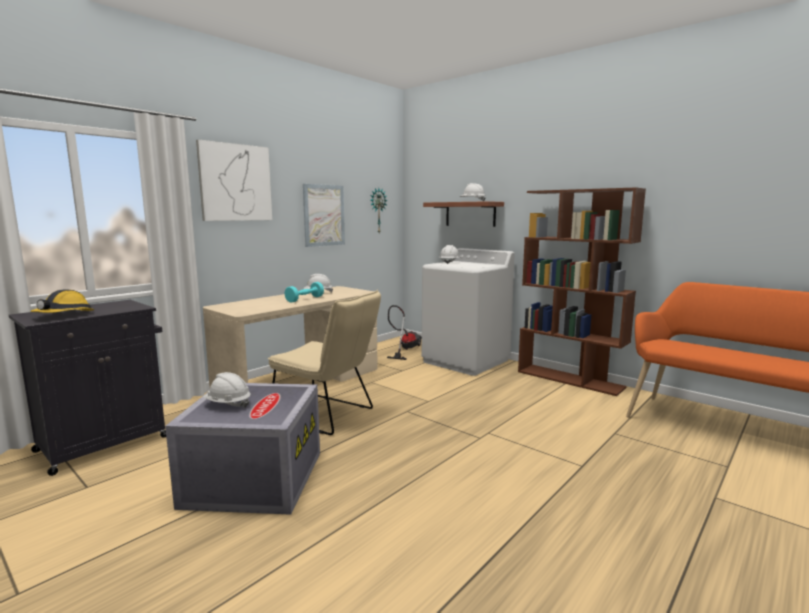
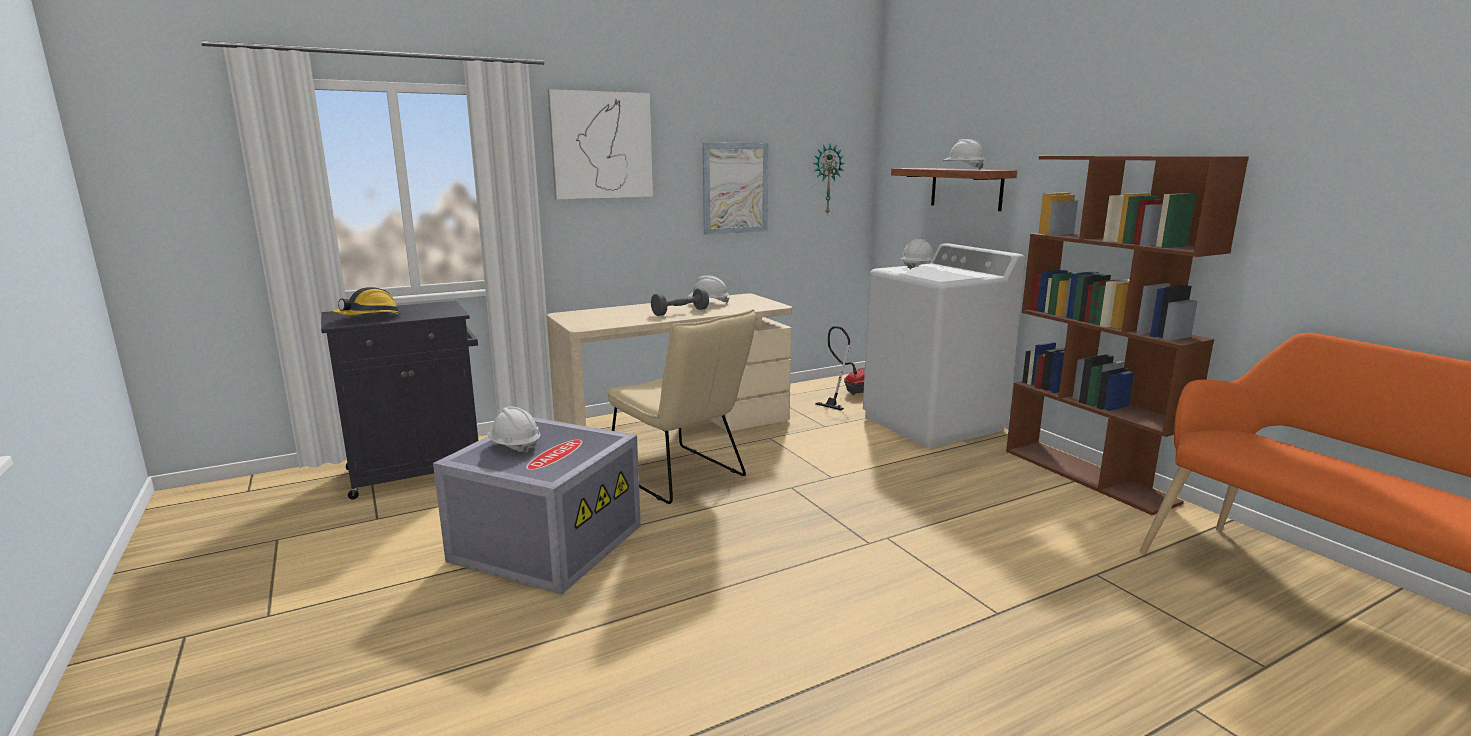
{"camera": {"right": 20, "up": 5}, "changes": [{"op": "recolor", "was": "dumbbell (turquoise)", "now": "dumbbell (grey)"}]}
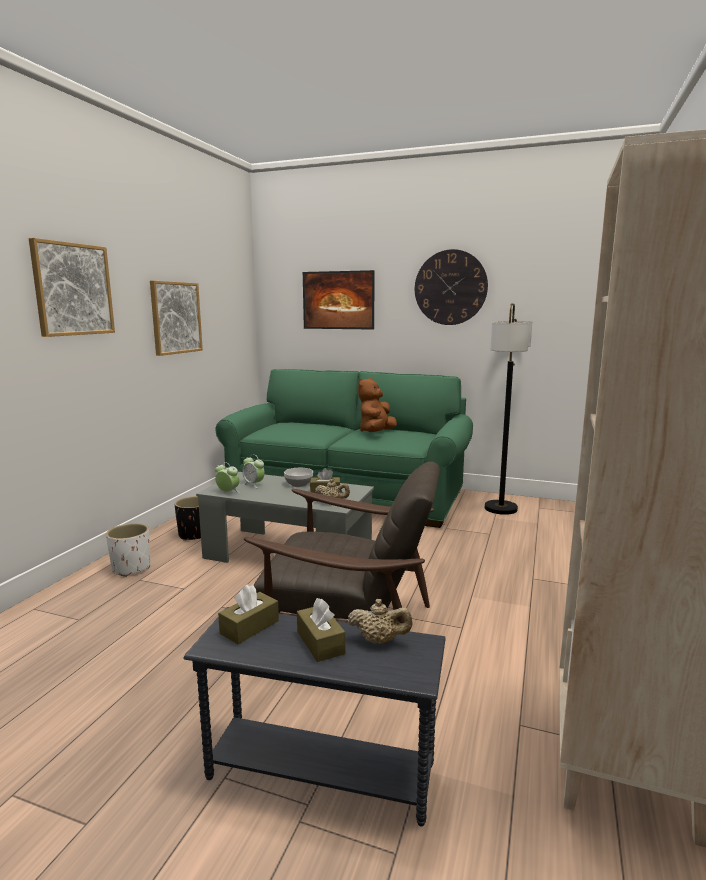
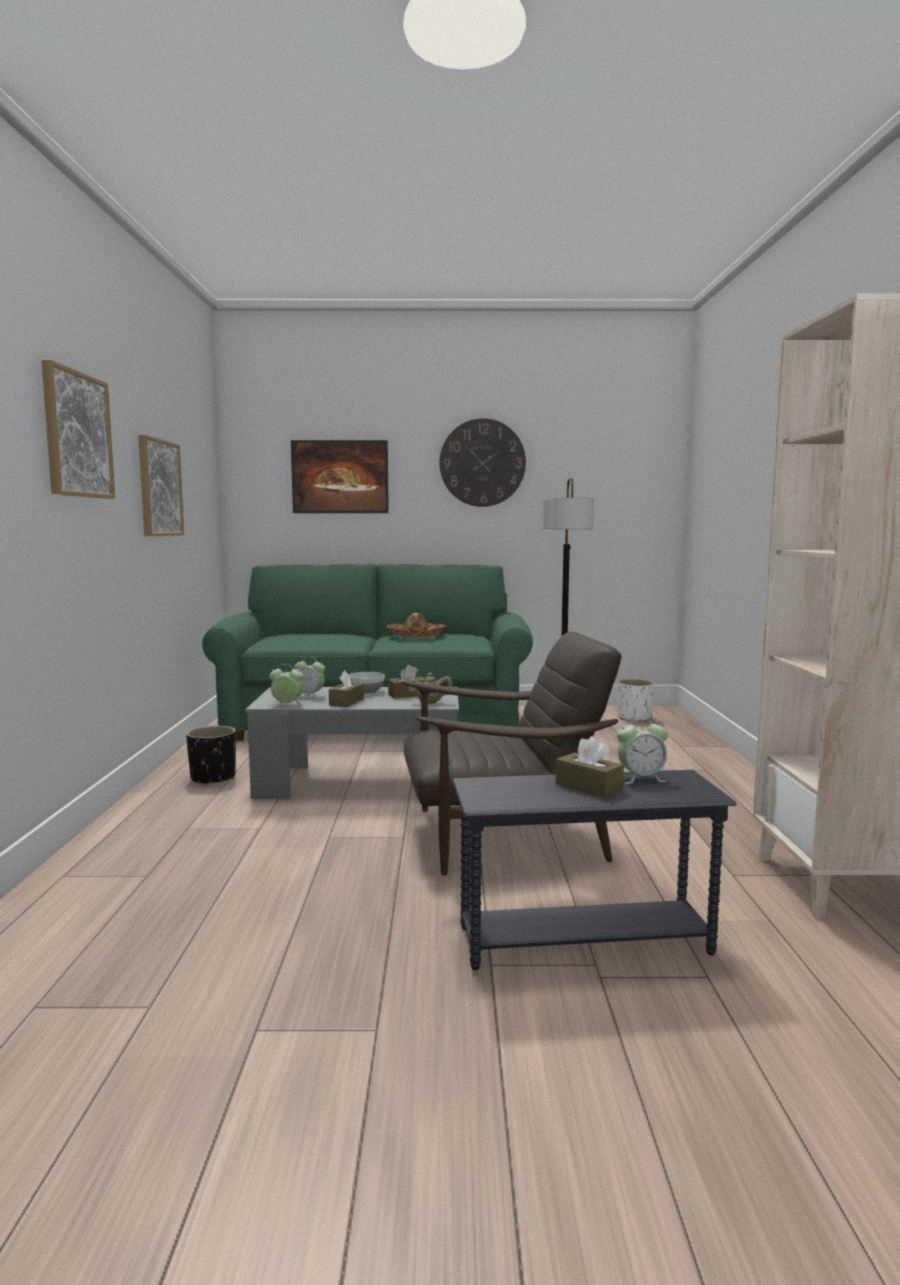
{"camera": {"right": -20, "up": -5}, "changes": [{"op": "move", "was": "tissue box (brown) (1st from left)"}, {"op": "replace", "was": "plush toy (brown)", "now": "hat"}, {"op": "move", "was": "planter (white)"}, {"op": "replace", "was": "teapot (beige) (2nd from left)", "now": "alarm clock (3rd from left)"}]}
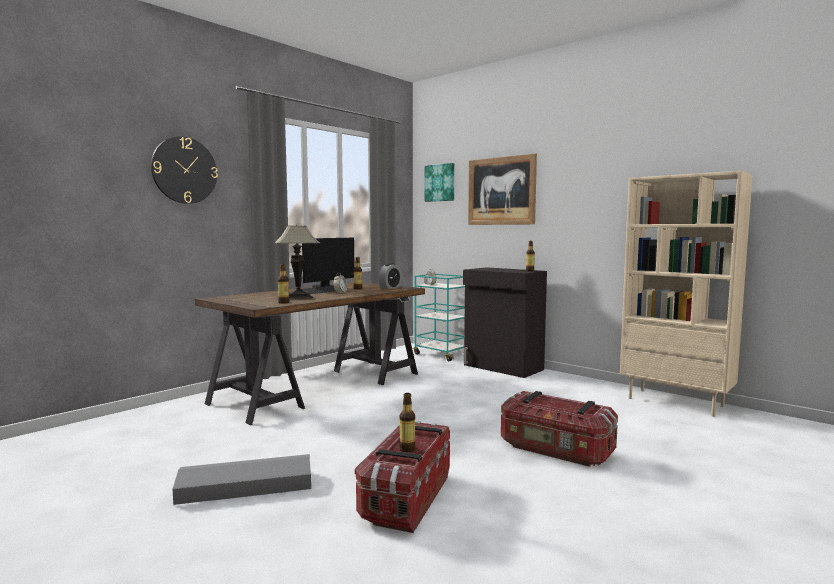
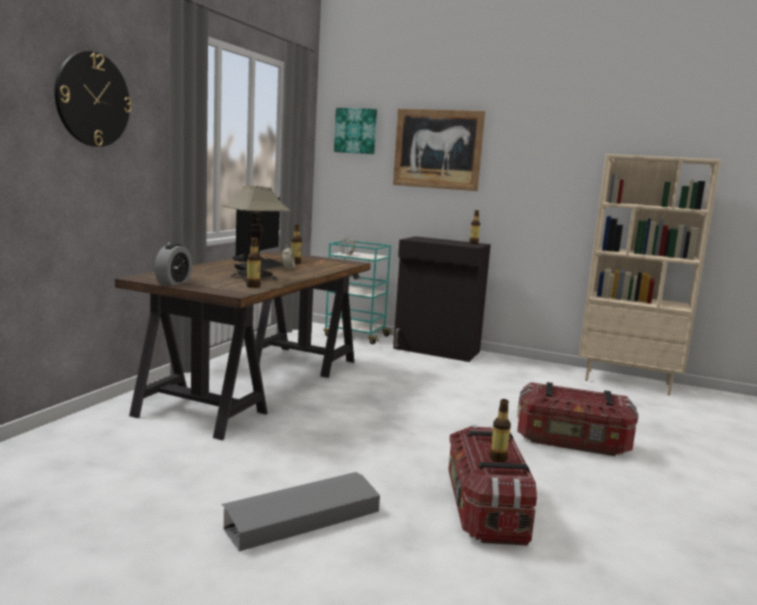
{"camera": {"right": -20, "up": 5}, "changes": [{"op": "move", "was": "alarm clock (2nd from left in the first image)", "now": "alarm clock (1st from left)"}]}
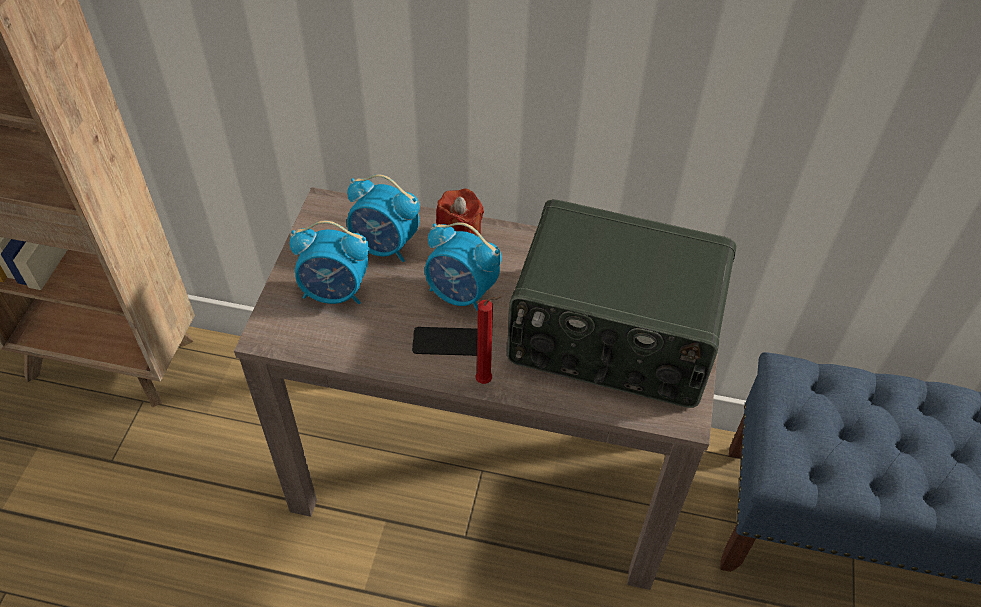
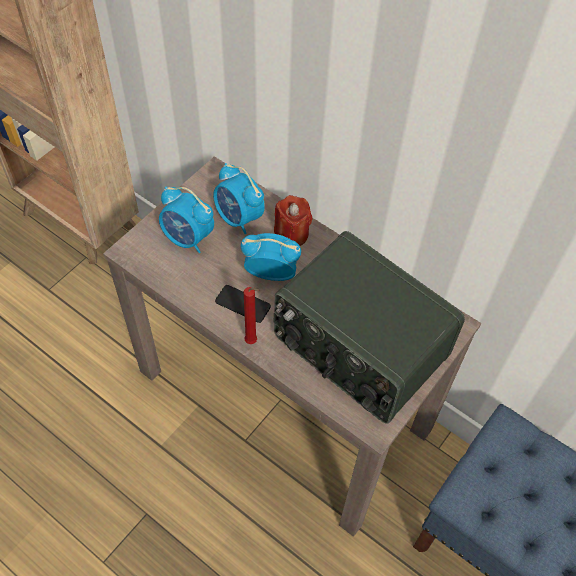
{"camera": {"right": 25, "up": 5}, "changes": [{"op": "rotate", "was": "alarm clock (3rd from left)", "clockwise": 135}]}
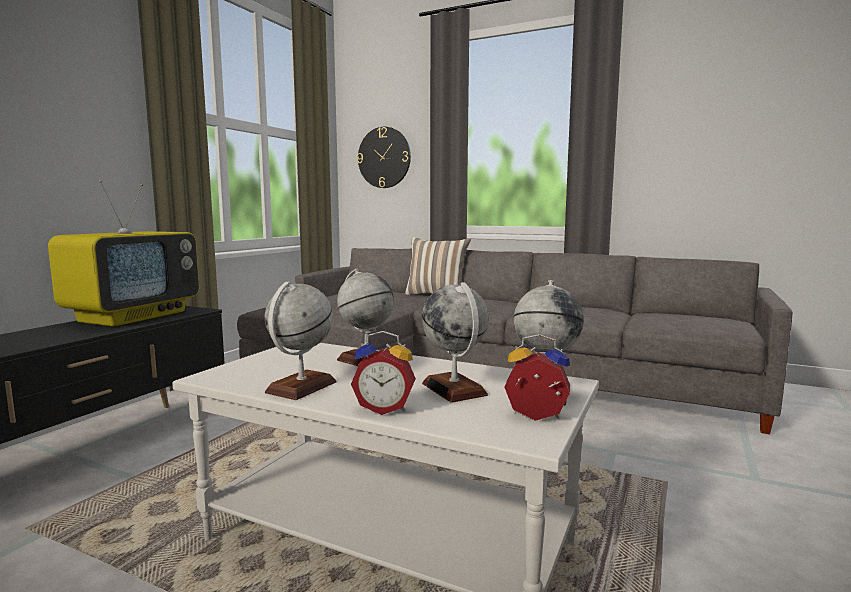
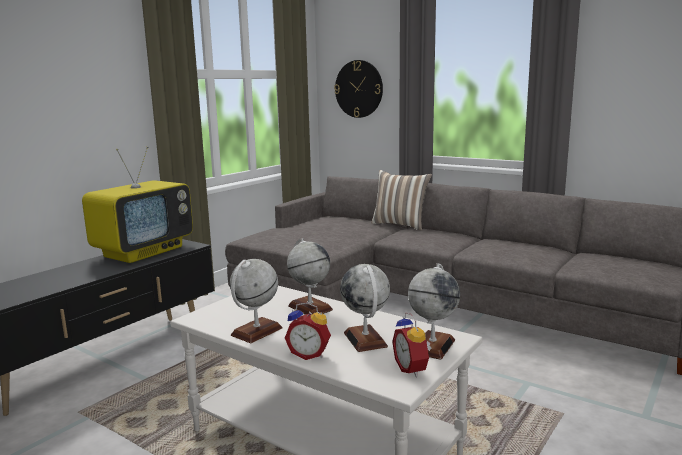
{"camera": {"right": 10, "up": 5}, "changes": [{"op": "rotate", "was": "alarm clock (2nd from left)", "clockwise": -135}]}
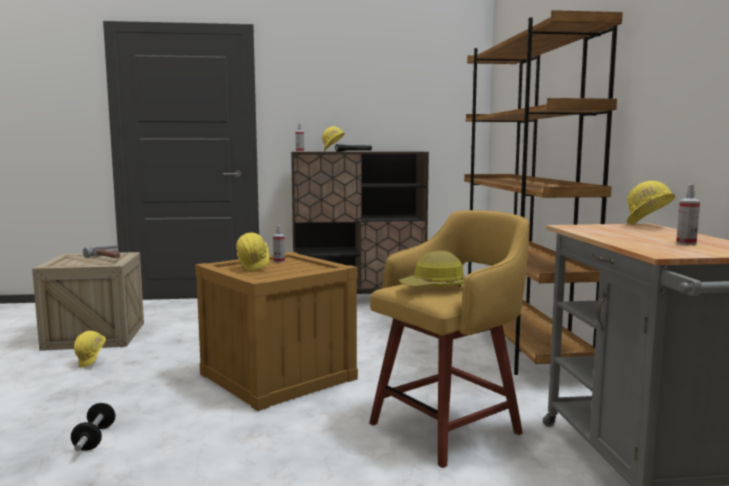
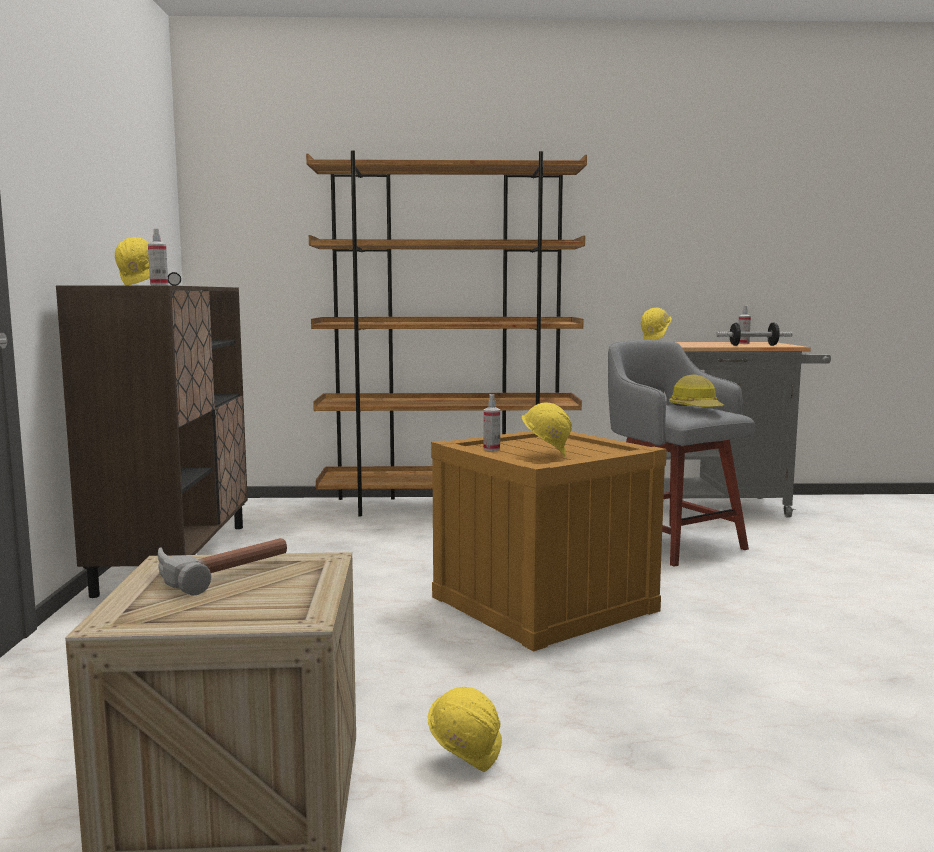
{"camera": {"right": -85, "up": 0}, "changes": [{"op": "recolor", "was": "stool (yellow)", "now": "stool (grey)"}, {"op": "move", "was": "dumbbell"}]}
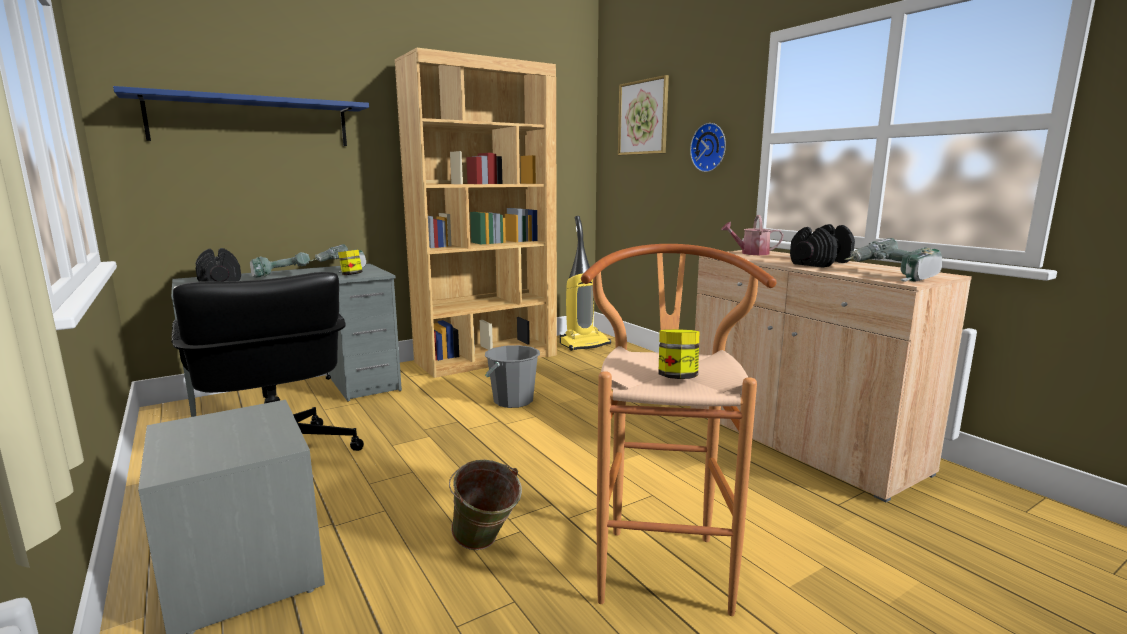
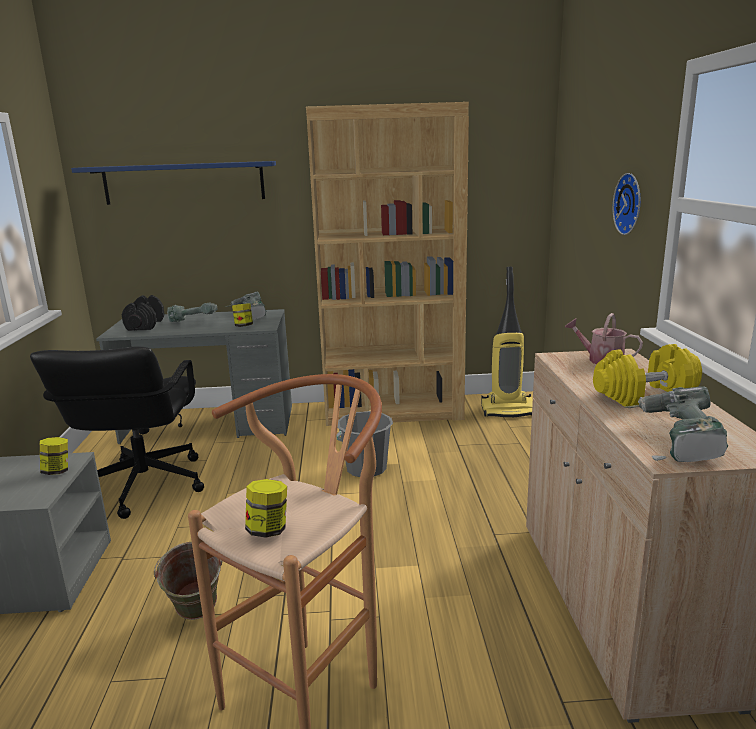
{"camera": {"right": 30, "up": 5}, "changes": [{"op": "insert", "now": "jar (1st from left)"}, {"op": "recolor", "was": "dumbbell (black) (2nd from left)", "now": "dumbbell (yellow)"}, {"op": "delete", "was": "picture"}]}
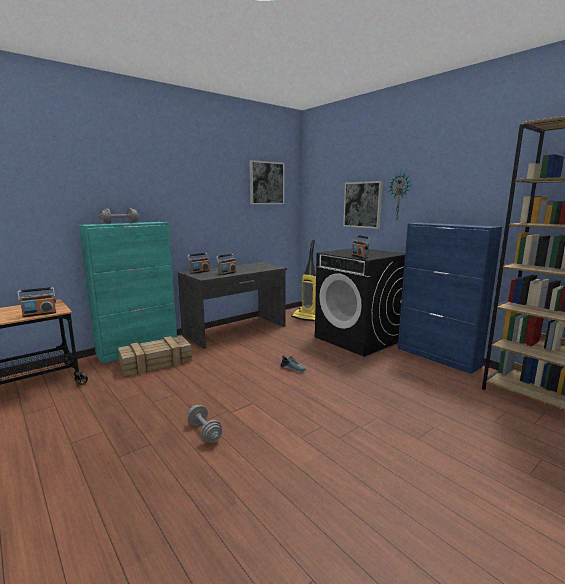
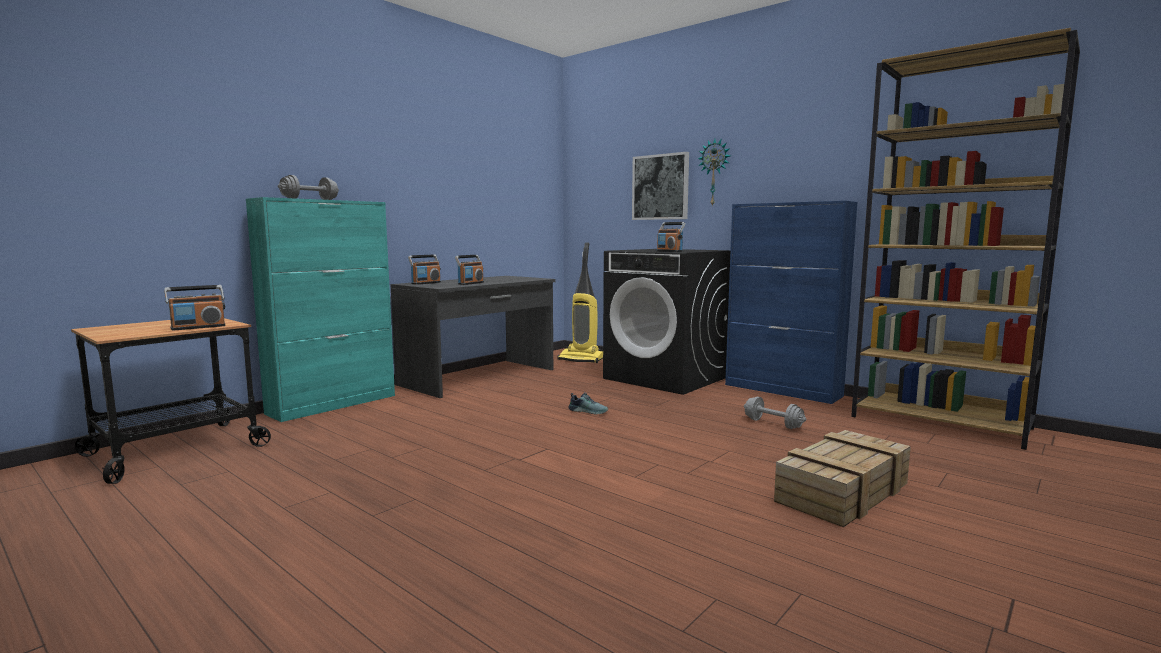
{"camera": {"right": -10, "up": -5}, "changes": [{"op": "move", "was": "dumbbell (grey) (2nd from left)"}, {"op": "move", "was": "crate"}, {"op": "delete", "was": "picture (1st from left)"}]}
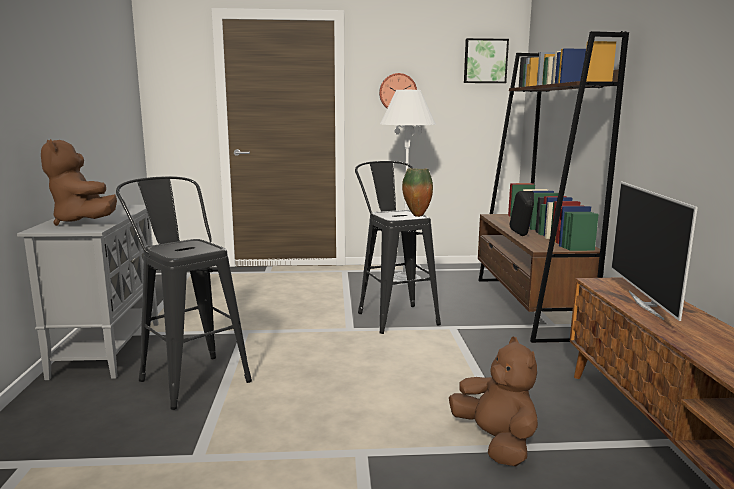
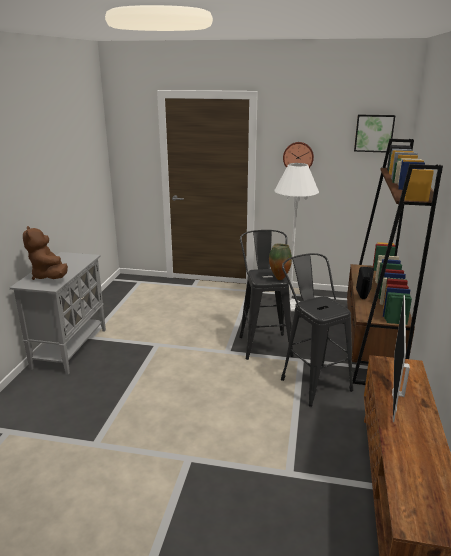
{"camera": {"right": 15, "up": 10}, "changes": [{"op": "move", "was": "stool (black) (1st from left in the first image)", "now": "stool (black) (2nd from left)"}, {"op": "delete", "was": "plush toy (brown) (2nd from left)"}]}
